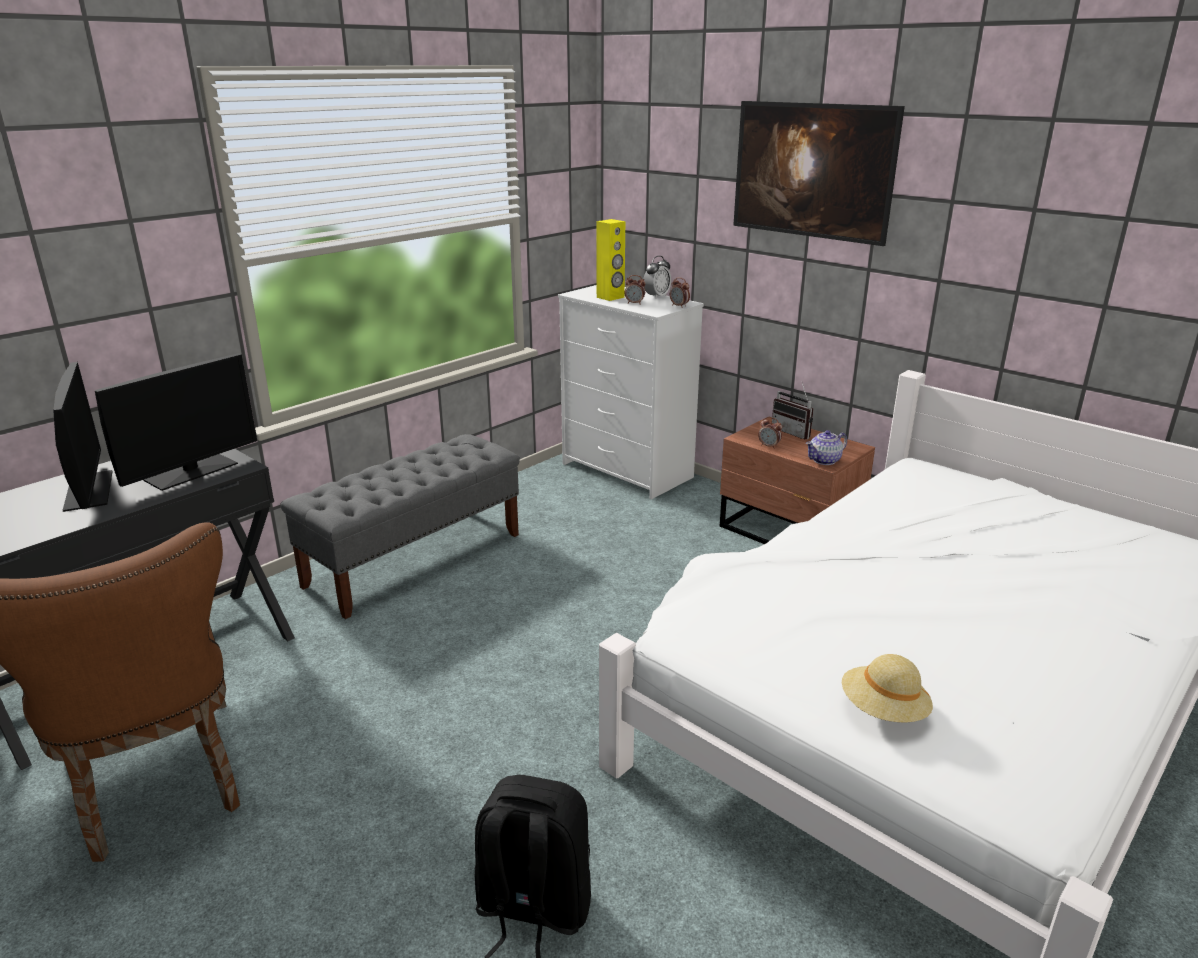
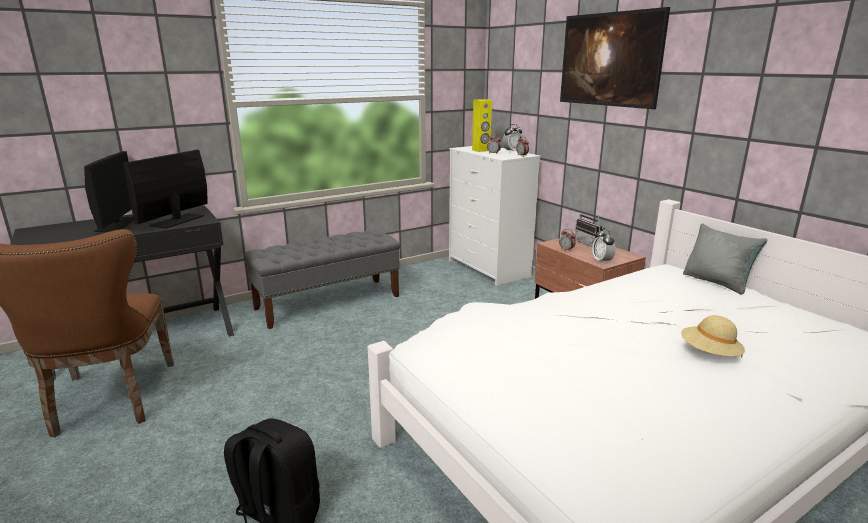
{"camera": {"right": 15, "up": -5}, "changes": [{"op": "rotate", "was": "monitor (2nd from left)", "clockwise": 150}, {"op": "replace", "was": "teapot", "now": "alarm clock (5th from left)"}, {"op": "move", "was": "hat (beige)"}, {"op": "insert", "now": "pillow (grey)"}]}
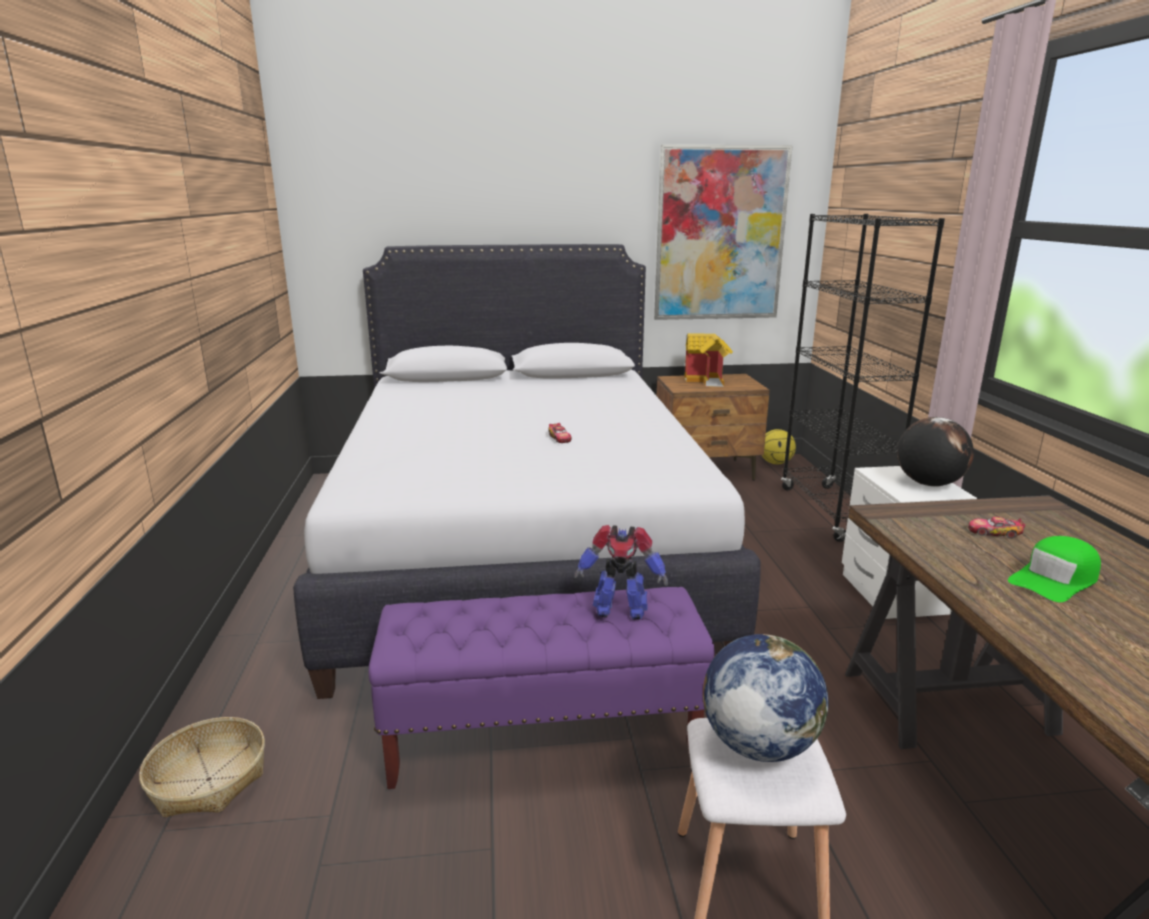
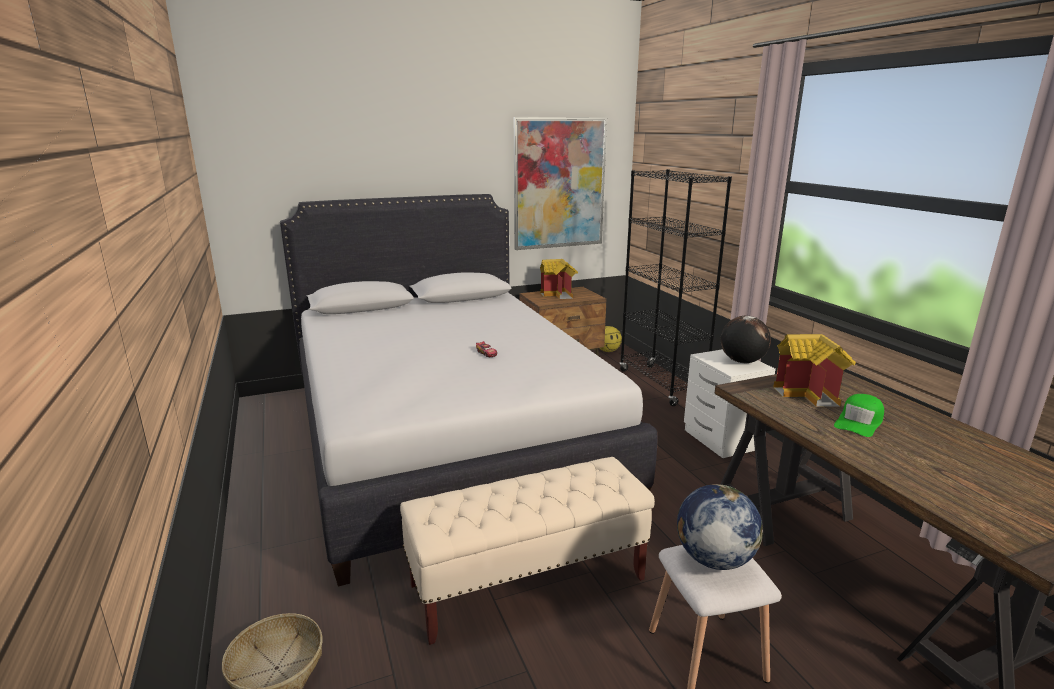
{"camera": {"right": -15, "up": 0}, "changes": [{"op": "recolor", "was": "bench (purple)", "now": "bench (beige)"}, {"op": "replace", "was": "toy car (2nd from left)", "now": "toy house (2nd from left)"}, {"op": "delete", "was": "toy robot"}]}
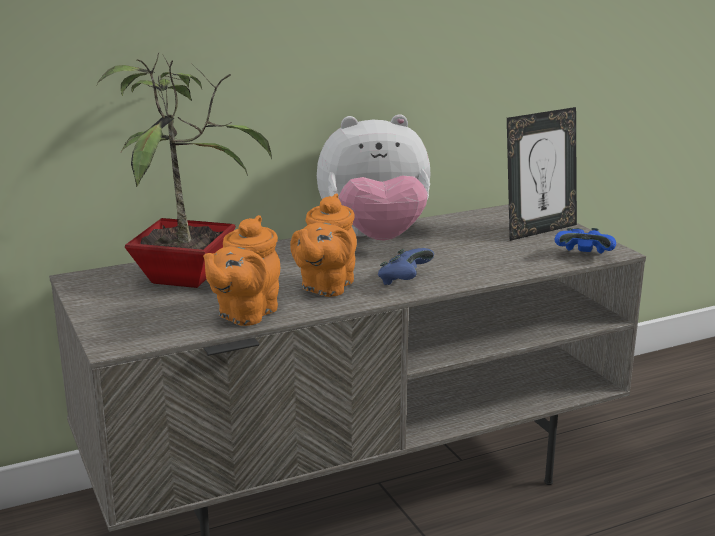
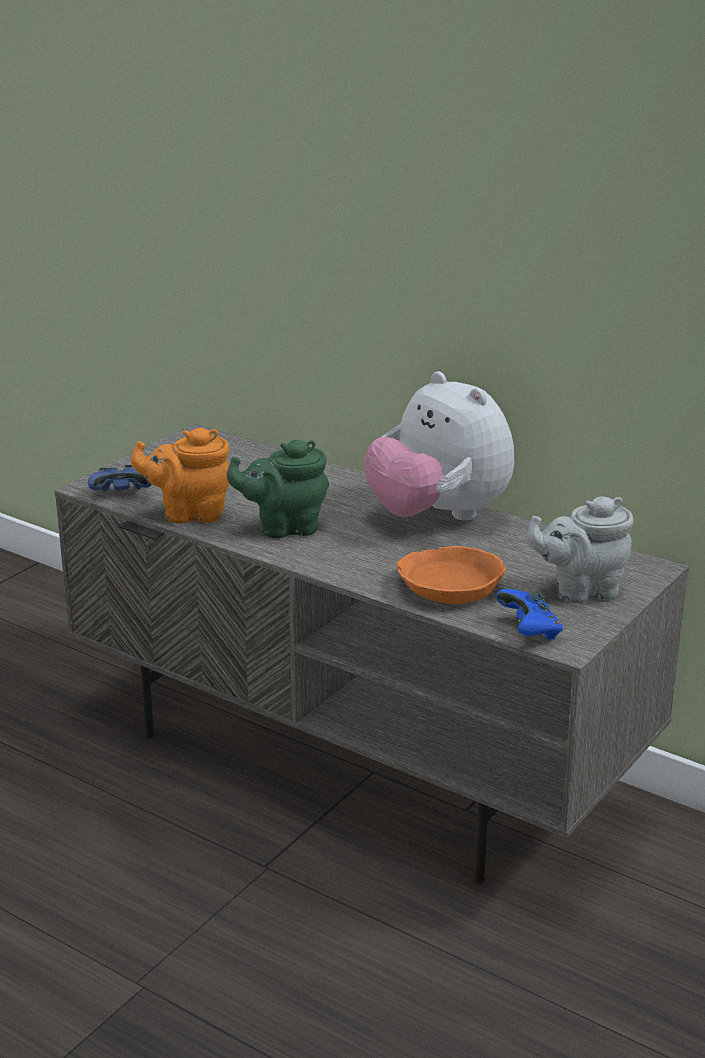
{"camera": {"right": 60, "up": 5}, "changes": [{"op": "move", "was": "game controller (blue) (1st from left)"}, {"op": "recolor", "was": "teapot (orange) (2nd from left)", "now": "teapot (green)"}, {"op": "insert", "now": "bowl (orange)"}, {"op": "replace", "was": "picture frame", "now": "teapot (grey)"}, {"op": "delete", "was": "potted plant"}]}
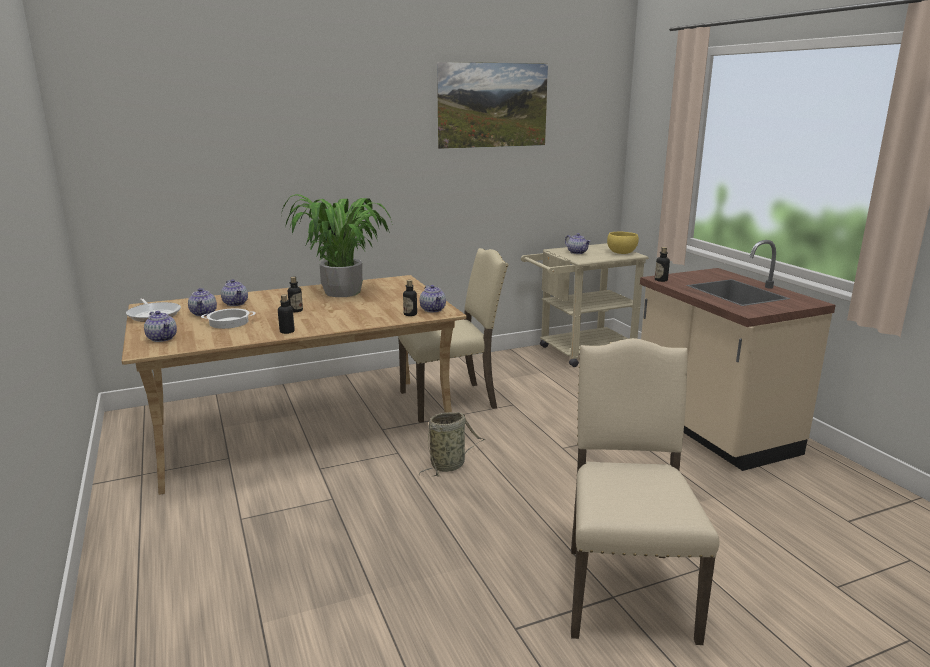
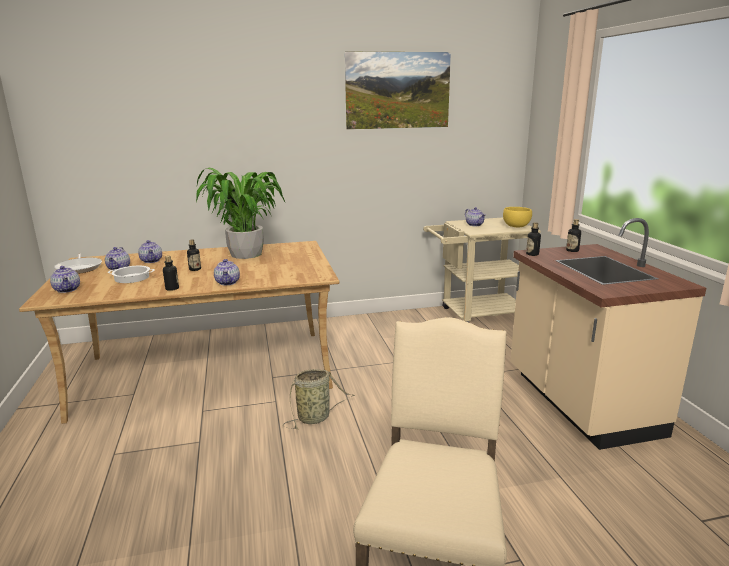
{"camera": {"right": 10, "up": 0}, "changes": [{"op": "move", "was": "teapot (4th from left)"}, {"op": "move", "was": "bottle (3rd from left in the first image)", "now": "bottle (4th from left)"}, {"op": "delete", "was": "chair (beige) (1st from left)"}]}
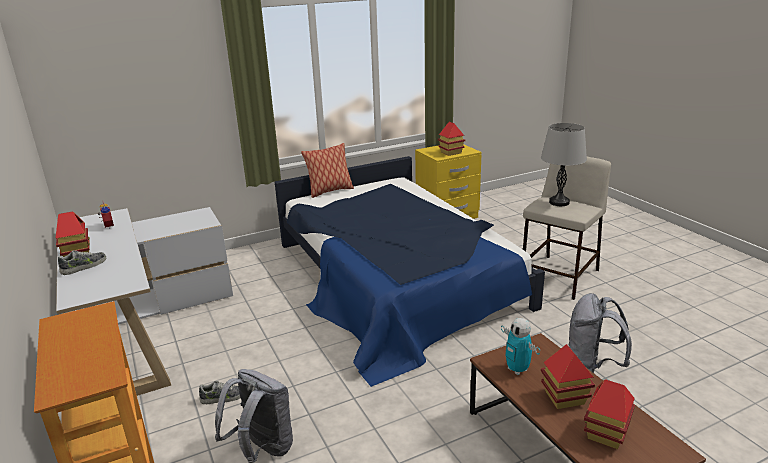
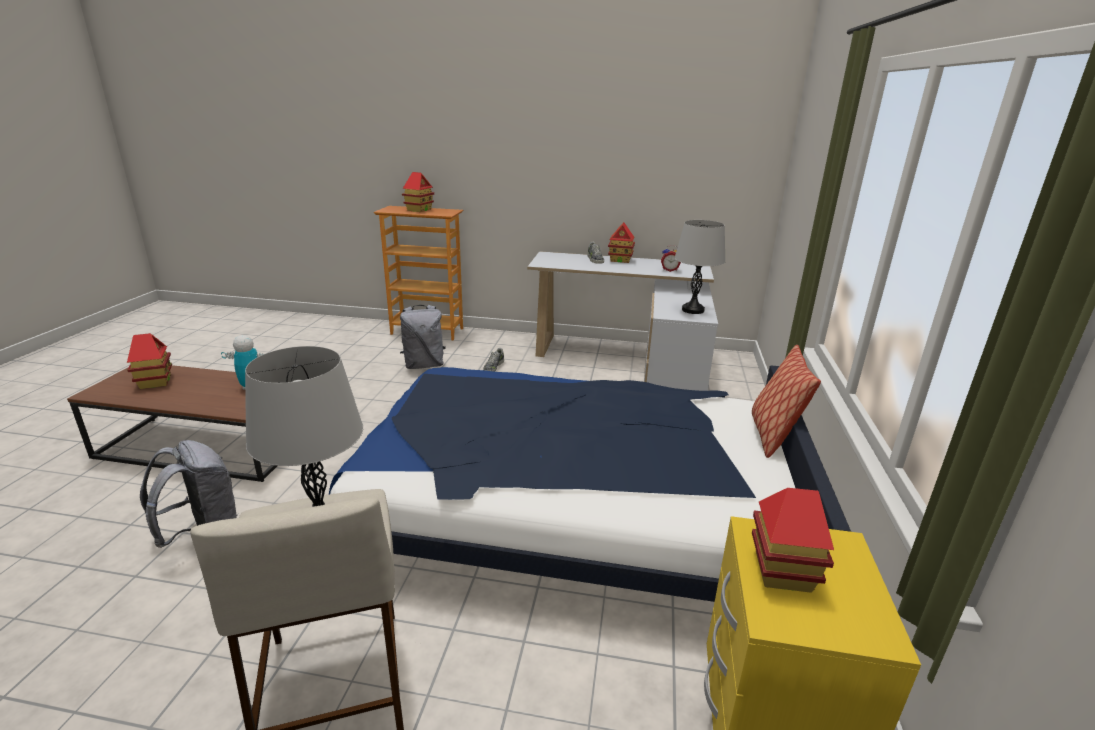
{"camera": {"right": 125, "up": 0}, "changes": [{"op": "move", "was": "toy house (3rd from left in the first image)", "now": "toy house (2nd from left)"}, {"op": "insert", "now": "table lamp (grey) (2nd from left)"}]}
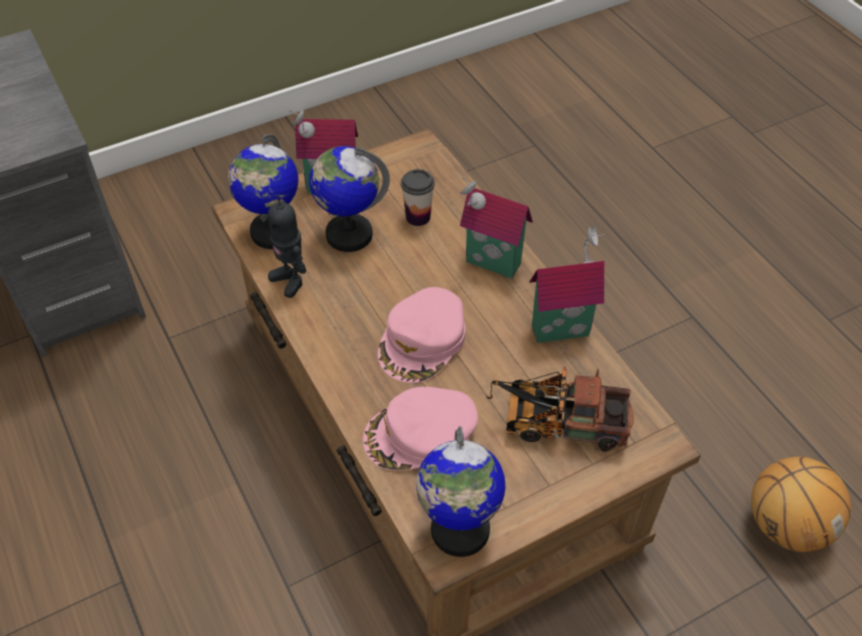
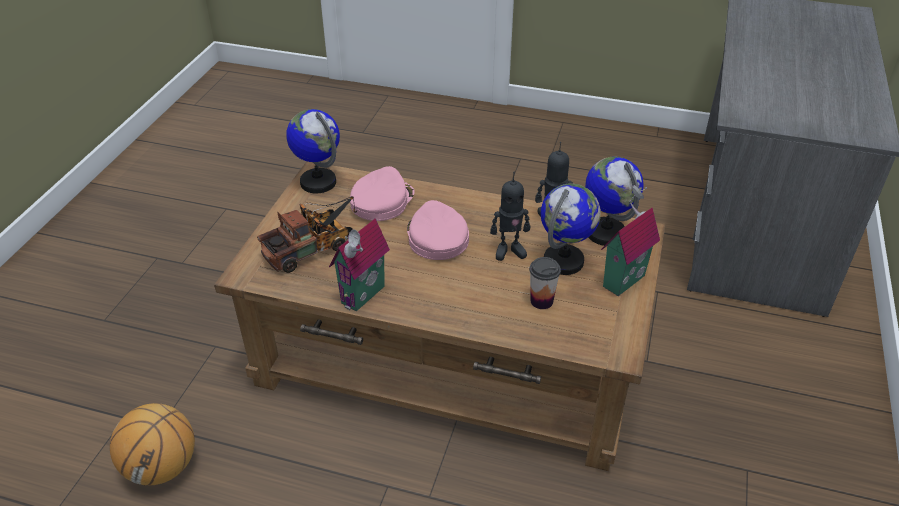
{"camera": {"right": 135, "up": -10}, "changes": [{"op": "insert", "now": "toy robot (1st from left)"}, {"op": "delete", "was": "toy house (2nd from left)"}]}
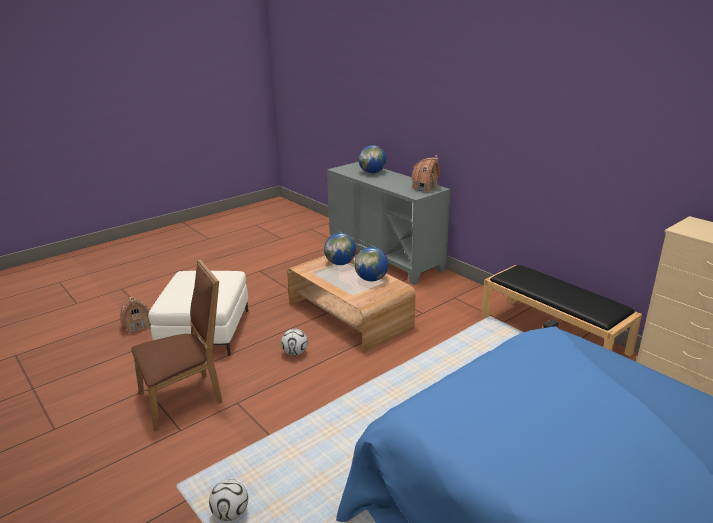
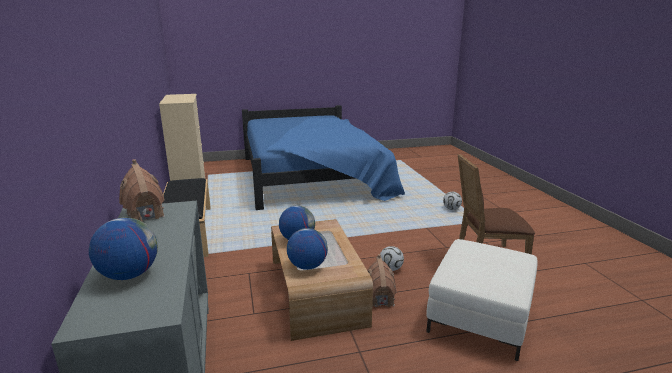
{"camera": {"right": -155, "up": -5}, "changes": [{"op": "move", "was": "toy house (1st from left in the first image)", "now": "toy house (2nd from left)"}]}
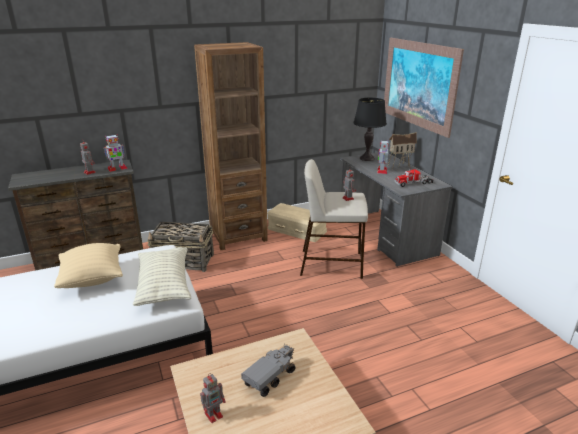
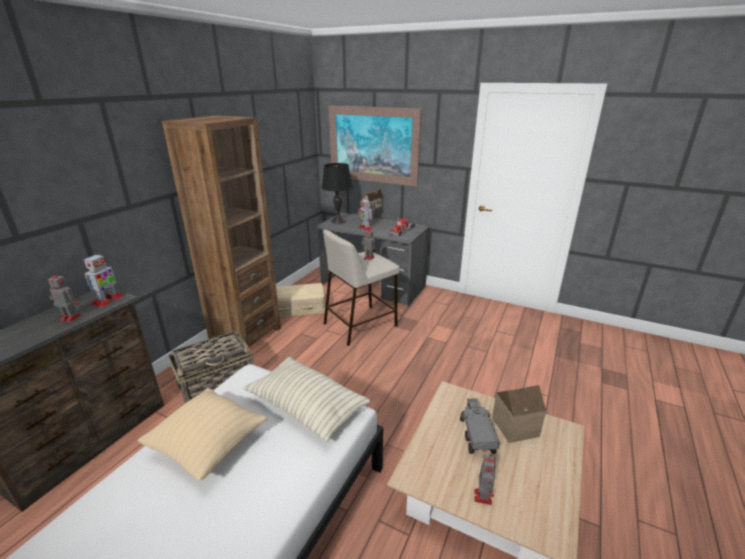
{"camera": {"right": -40, "up": 0}, "changes": [{"op": "insert", "now": "toy house (2nd from left)"}]}
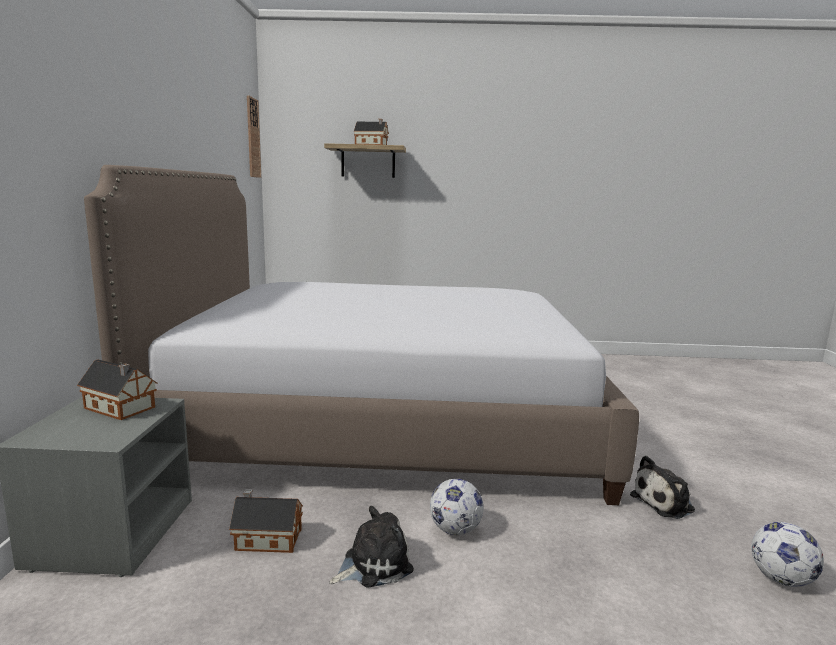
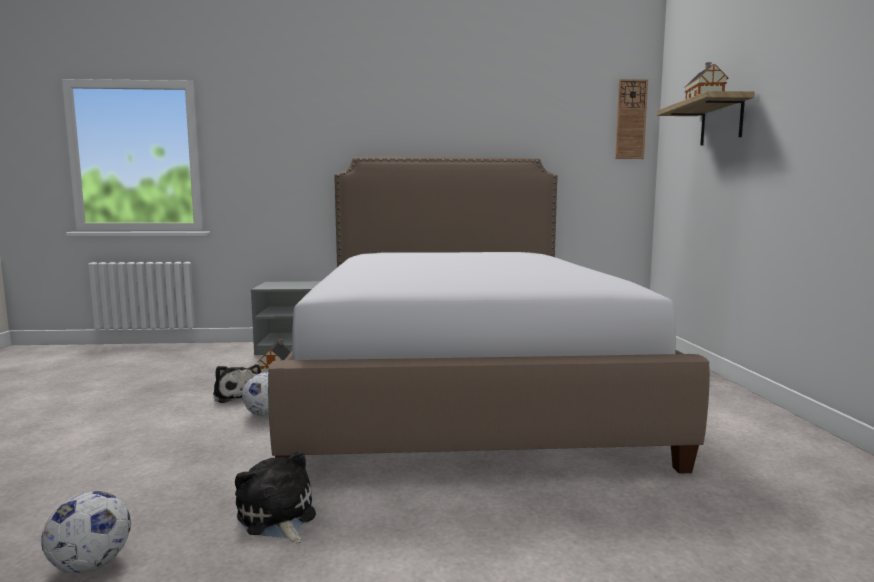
{"camera": {"right": 85, "up": -5}, "changes": [{"op": "delete", "was": "toy house (1st from left)"}]}
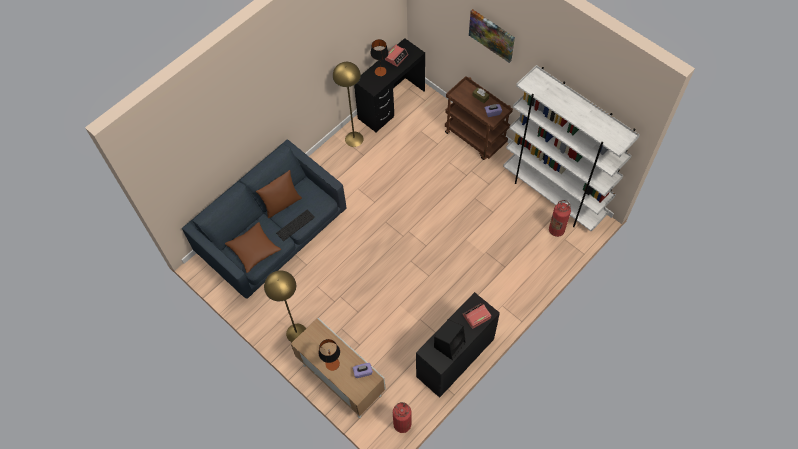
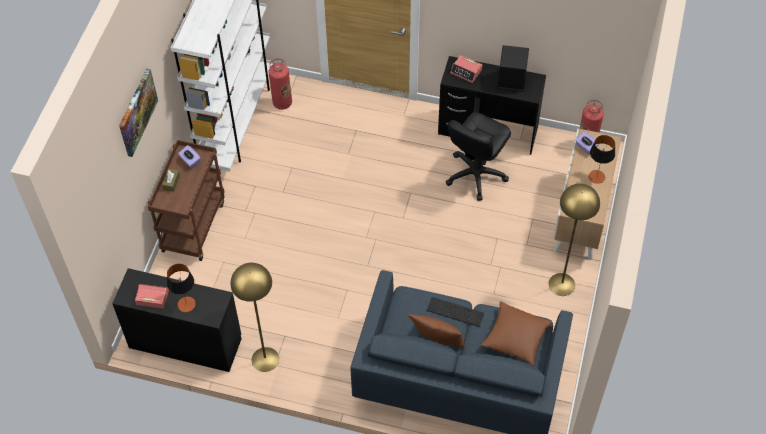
{"camera": {"right": -120, "up": -5}, "changes": [{"op": "insert", "now": "office chair (black)"}]}
